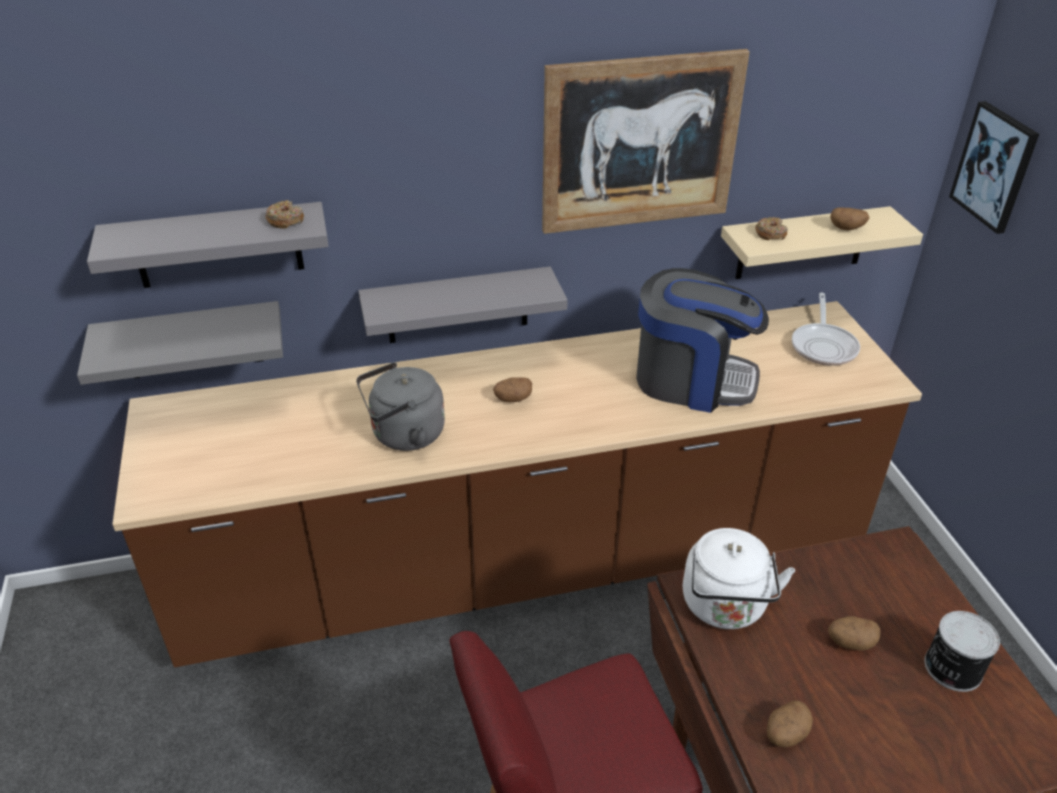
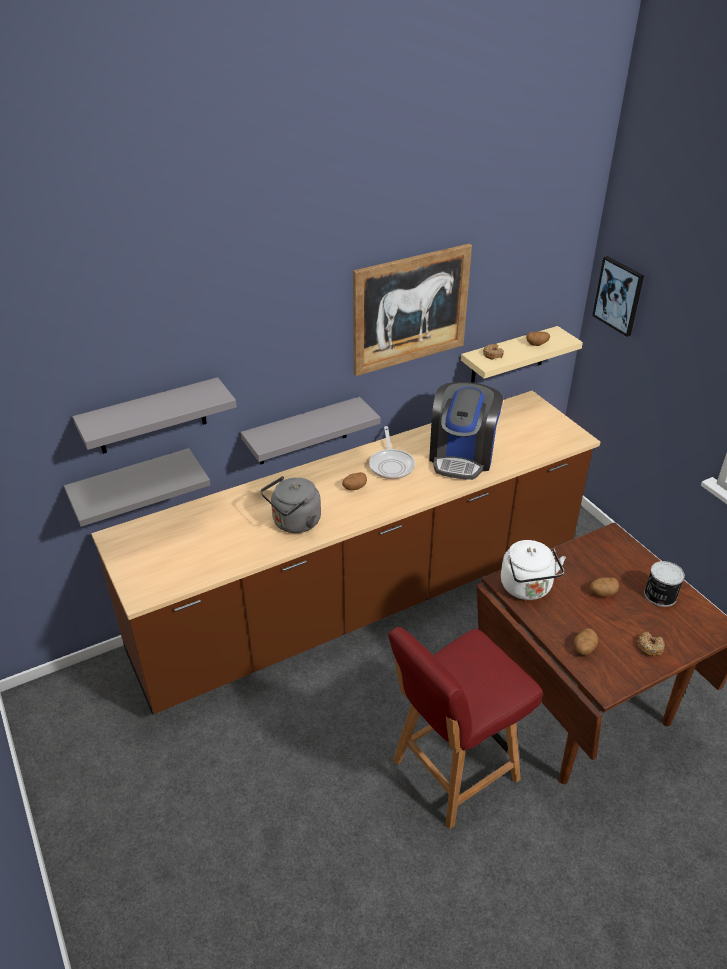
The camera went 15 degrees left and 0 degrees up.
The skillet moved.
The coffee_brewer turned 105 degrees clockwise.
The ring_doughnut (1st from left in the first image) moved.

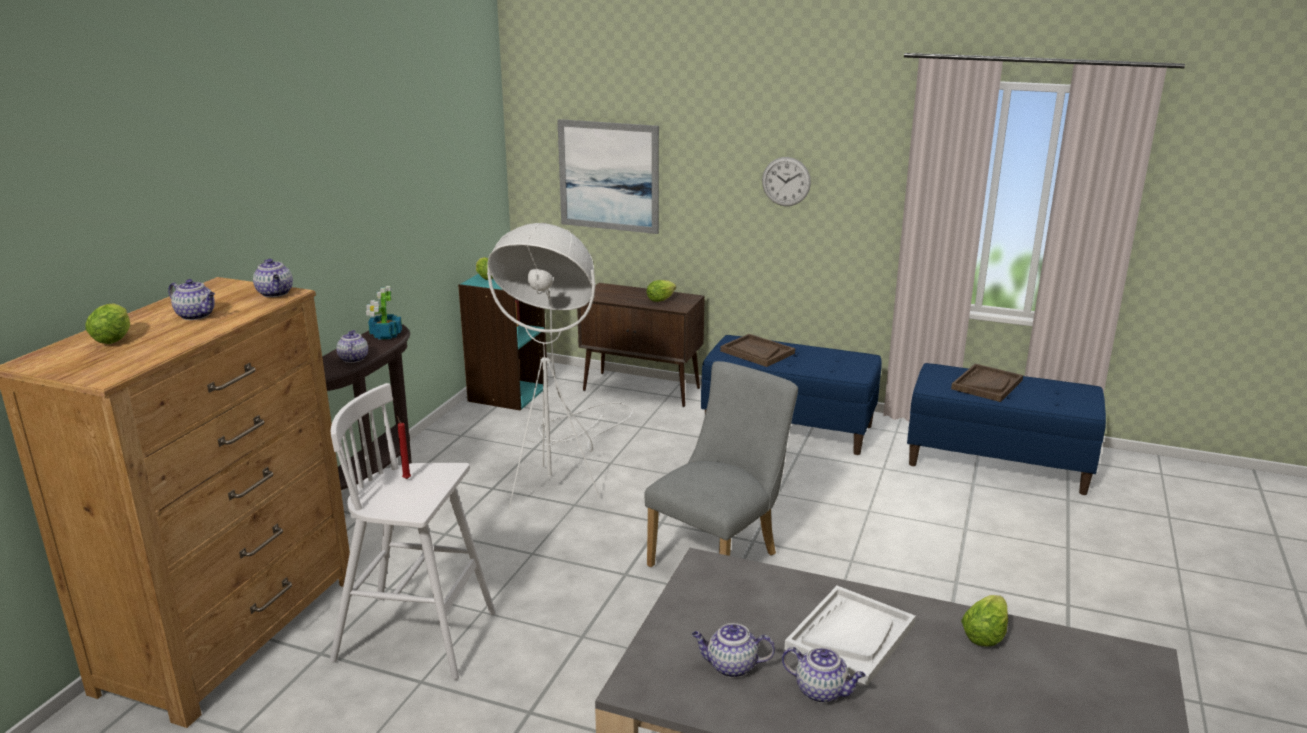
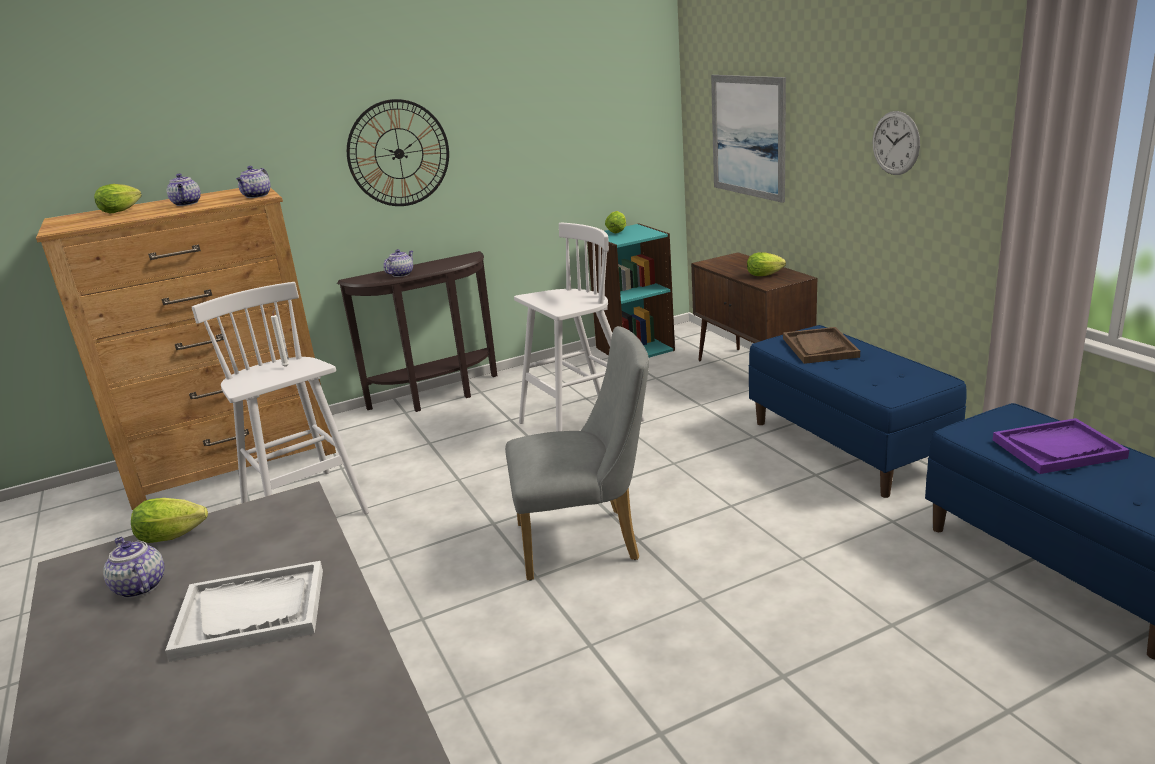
The camera went 45 degrees right and 0 degrees up.
The head_of_lettuce (4th from left in the first image) moved.
The red-coloured_wax_candle became the white_wax_candle.
The hanging_clock (1st from left) appeared.
The white_standard_lamp was replaced by the white_sitting_stool (2nd from left).
The brownish_serving_tray (2nd from left) became the purplish_serving_tray.
The houseplant disappeared.
The pot_for_tea (5th from left) disappeared.

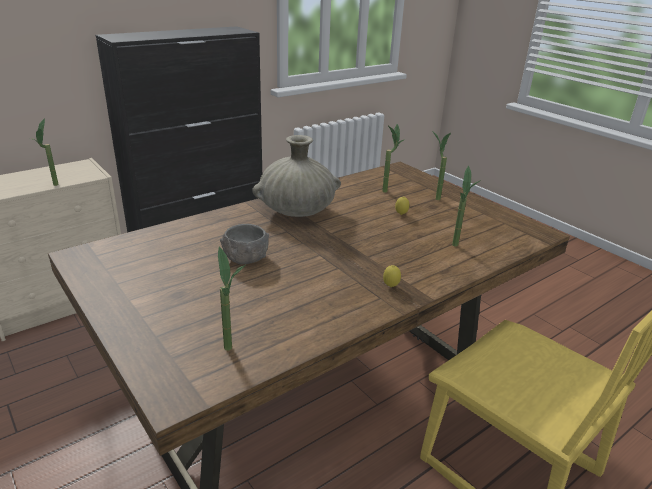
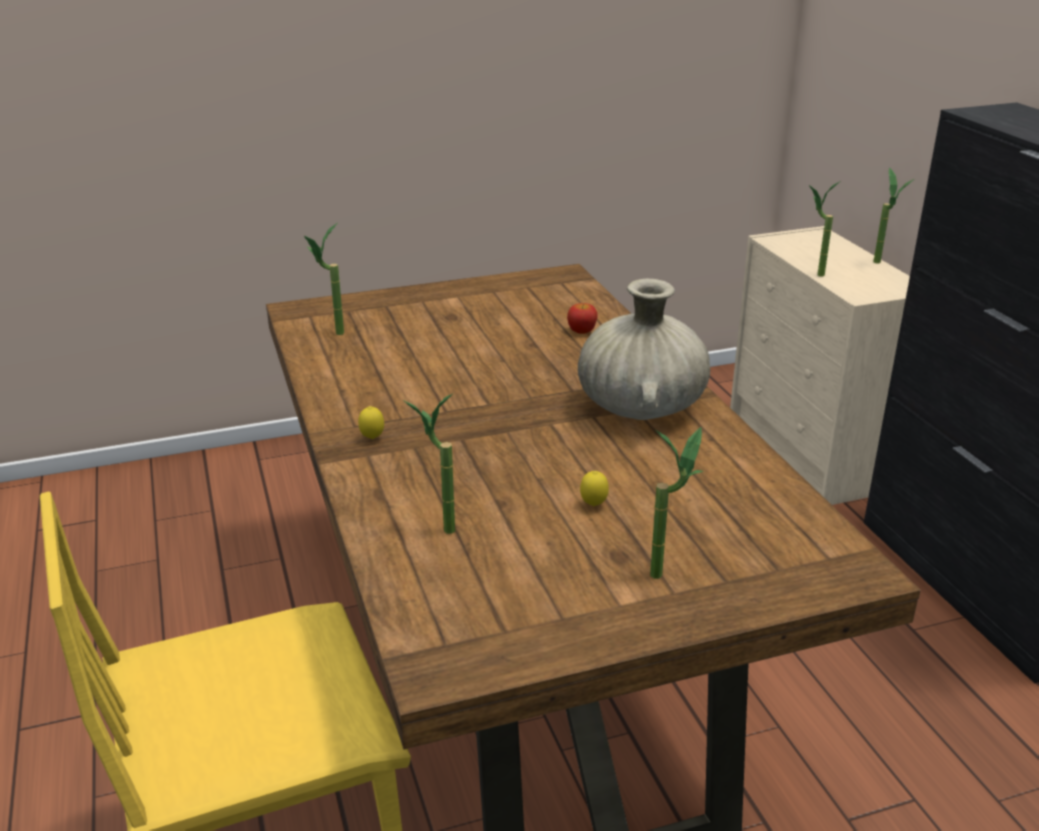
The camera went 110 degrees right and 0 degrees up.
The apple_fruit appeared.
The houseplant (3rd from left in the first image) moved.
The greyish_deep_dish disappeared.

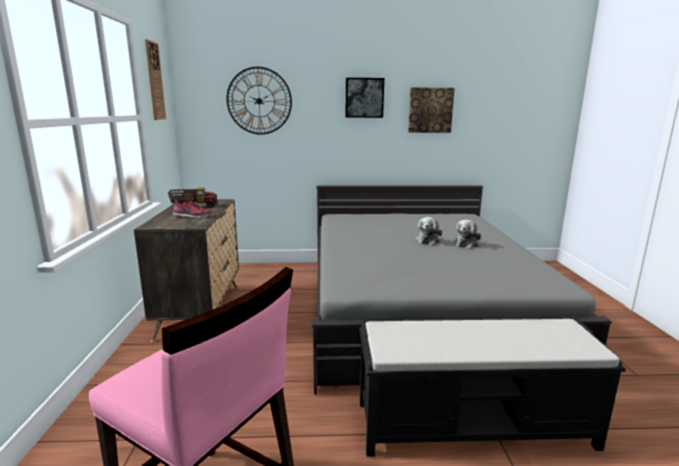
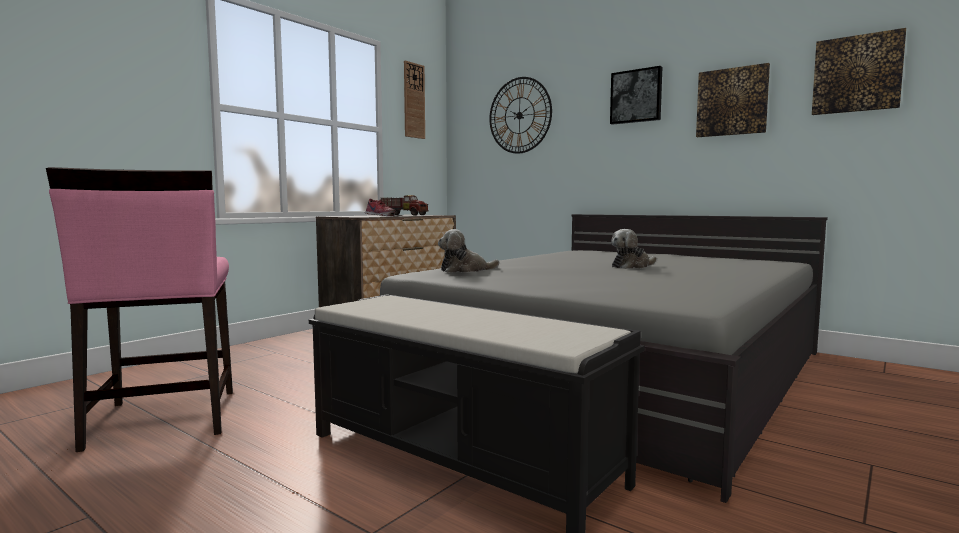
The camera went 40 degrees right and 10 degrees down.
The plush_toy (2nd from left in the first image) moved.
The wall_picture (3rd from left) appeared.

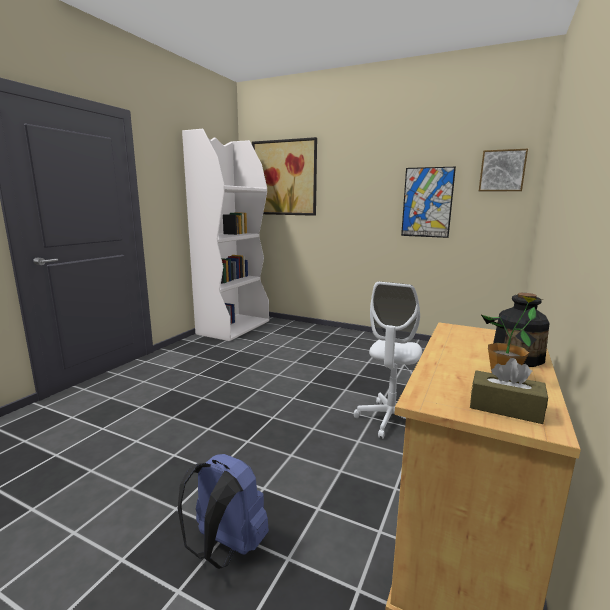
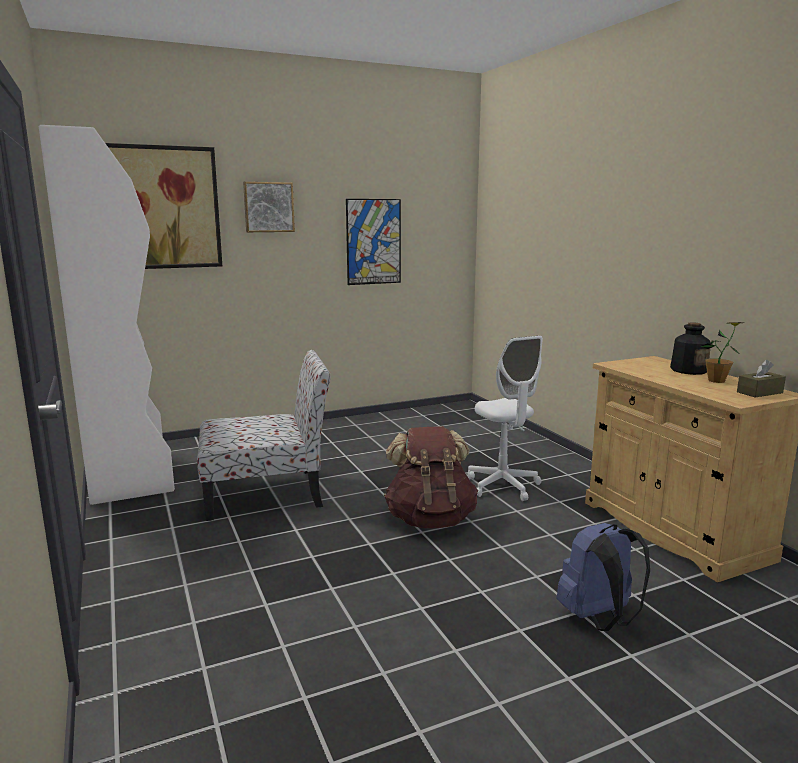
The camera went 50 degrees left and 0 degrees up.
The chair appeared.
The wall_picture (3rd from left in the first image) moved.
The brownish_knapsack appeared.

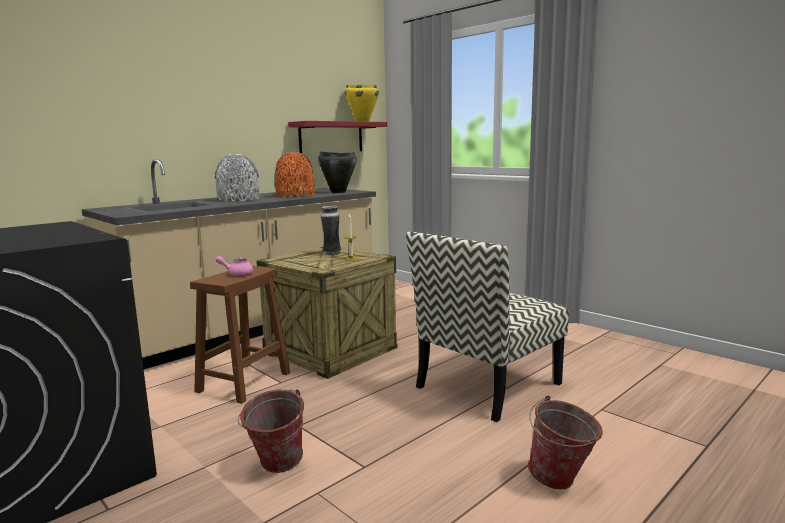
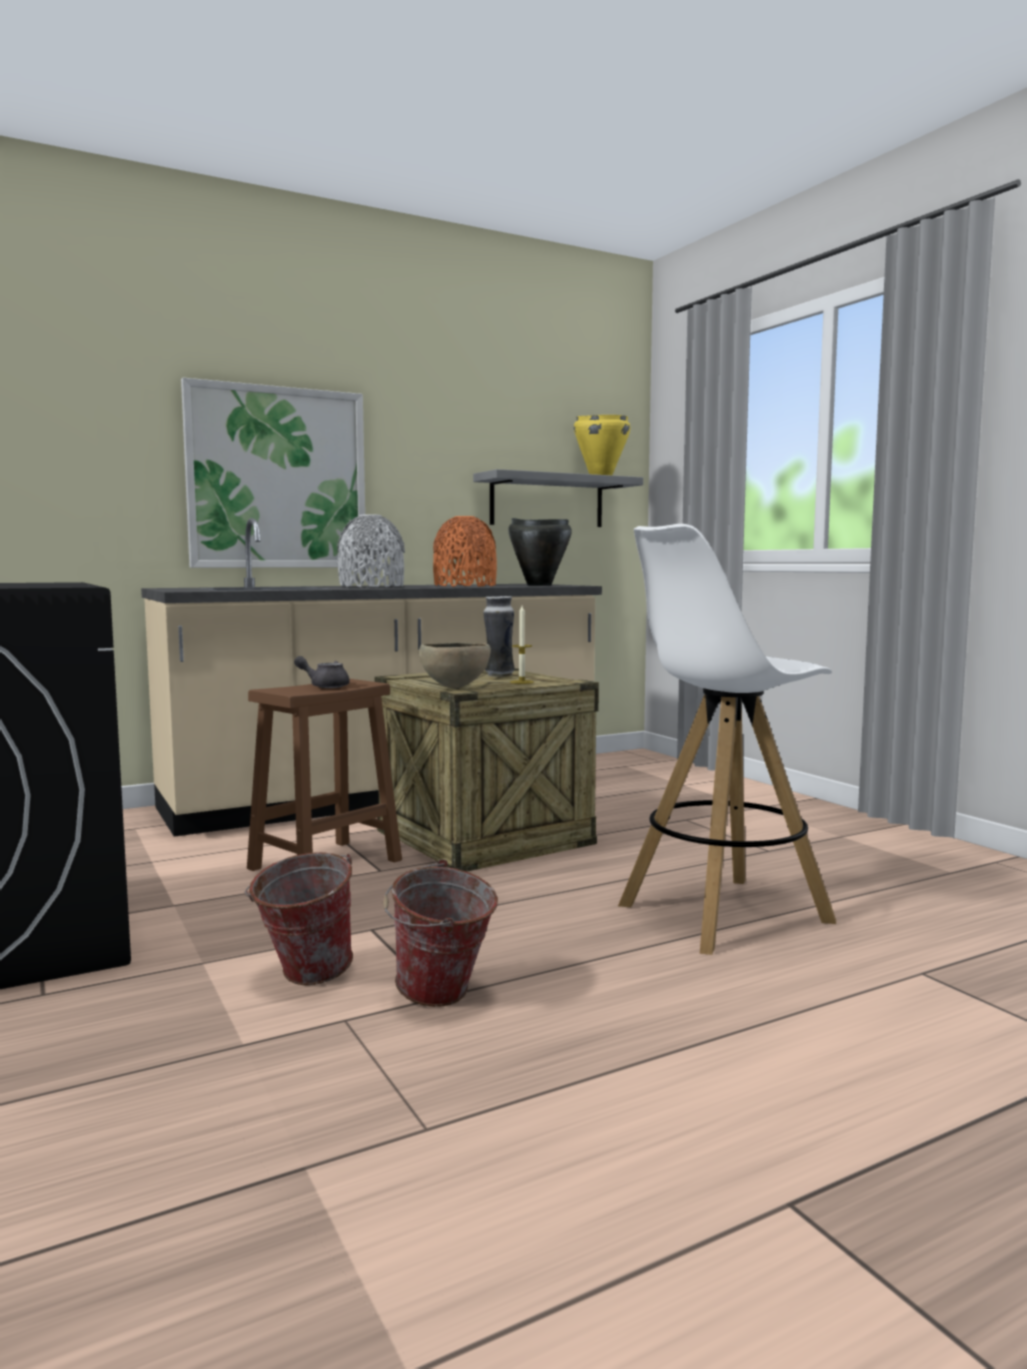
The camera went 15 degrees right and 5 degrees down.
The wall_picture appeared.
The pinkish_pot_for_tea became the greyish_pot_for_tea.
The bucket (2nd from left) moved.
The brownish_deep_dish appeared.
The red-coloured_bracket_shelf became the greyish_bracket_shelf.
The chair was replaced by the white_sitting_stool.

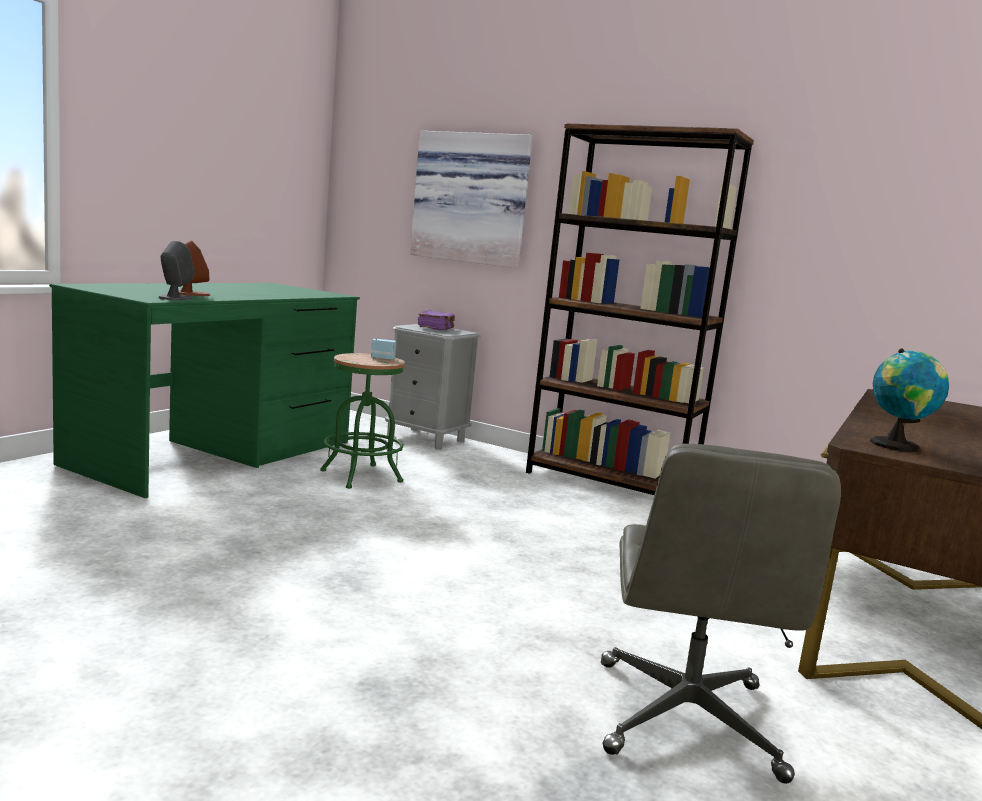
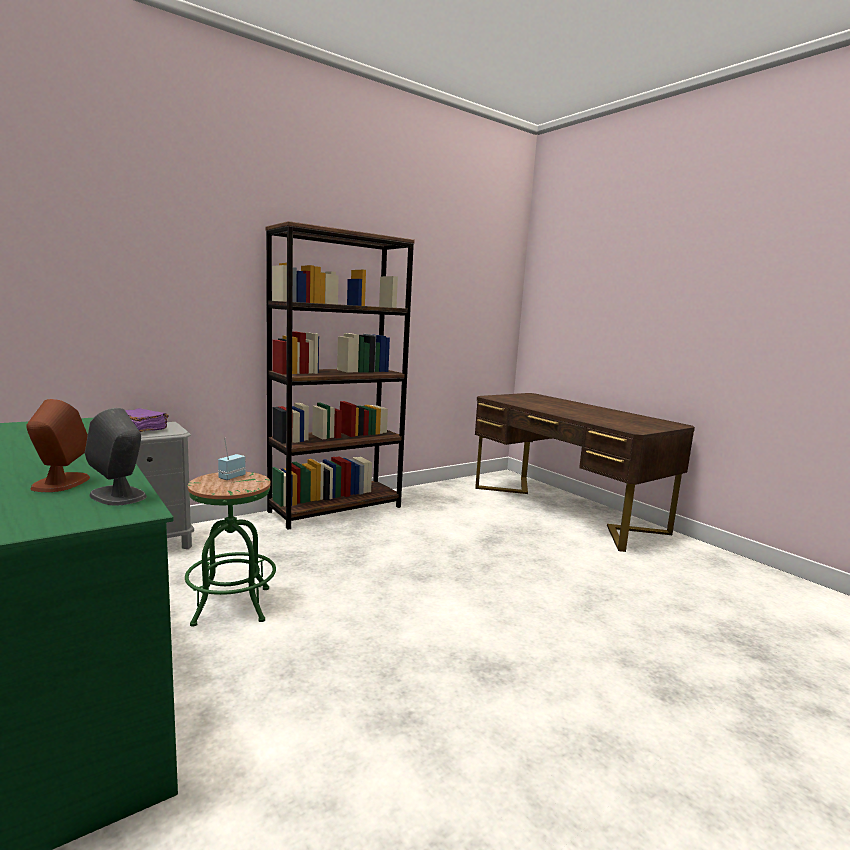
The camera went 65 degrees left and 0 degrees up.
The wall_picture disappeared.
The greyish_office_chair disappeared.
The desk_globe disappeared.

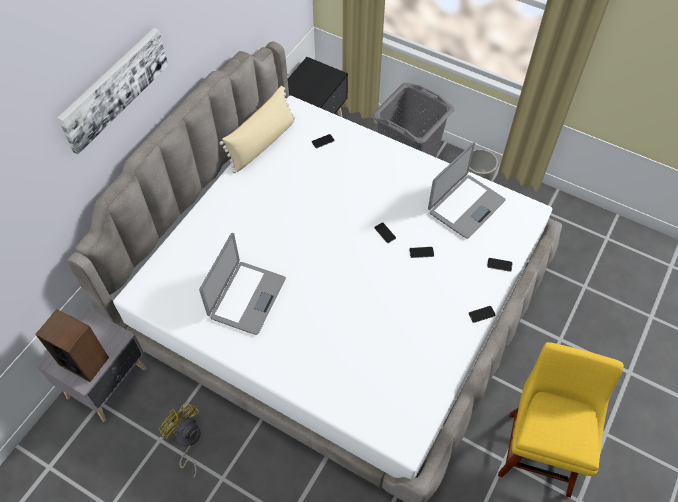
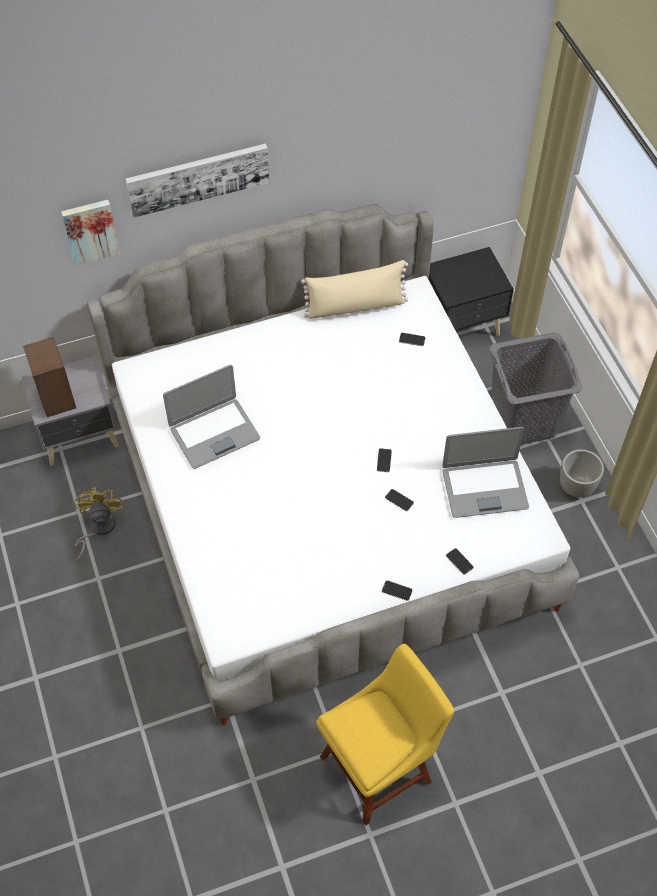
The camera went 40 degrees right and 0 degrees up.
The wall_picture (1st from left) appeared.

